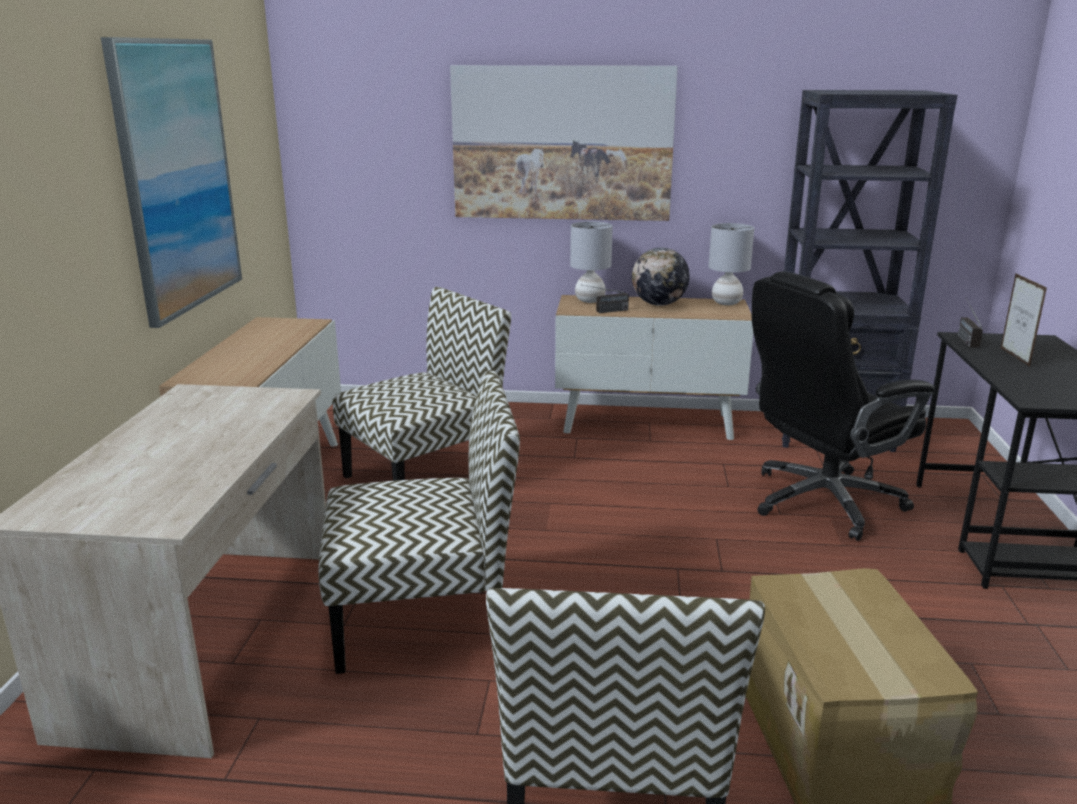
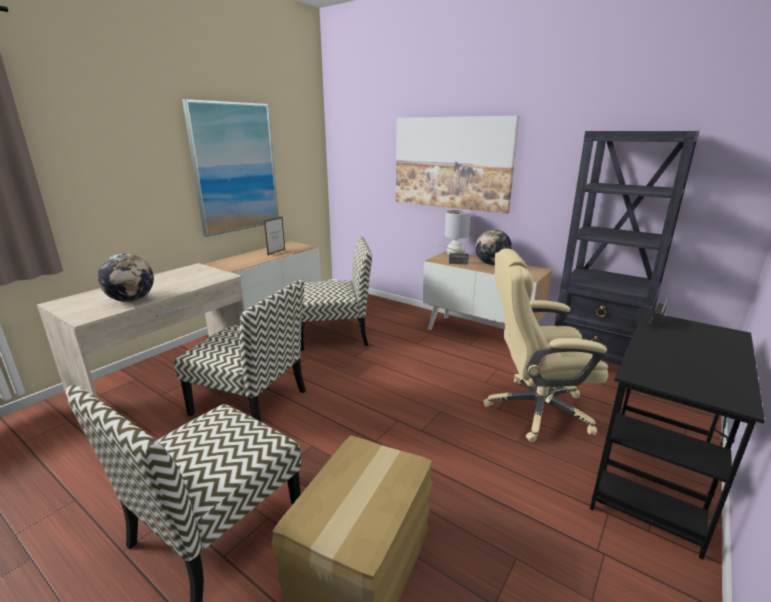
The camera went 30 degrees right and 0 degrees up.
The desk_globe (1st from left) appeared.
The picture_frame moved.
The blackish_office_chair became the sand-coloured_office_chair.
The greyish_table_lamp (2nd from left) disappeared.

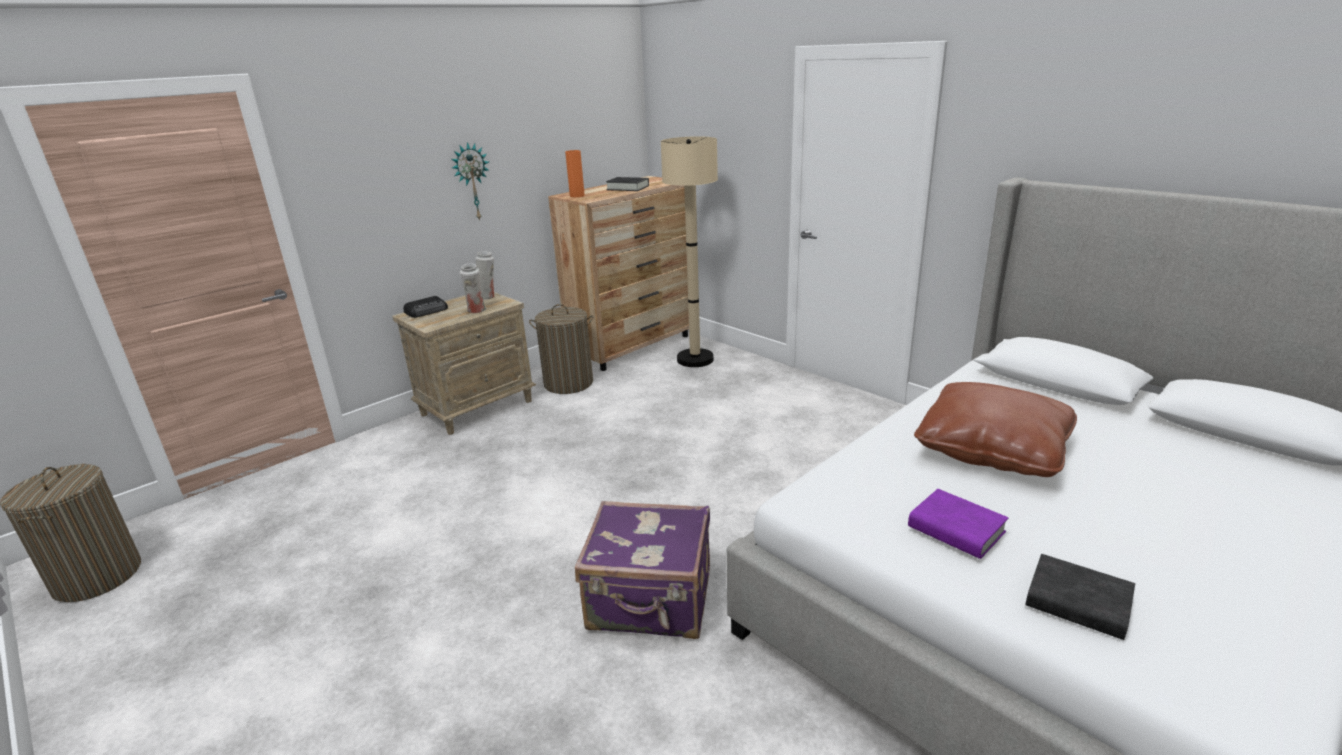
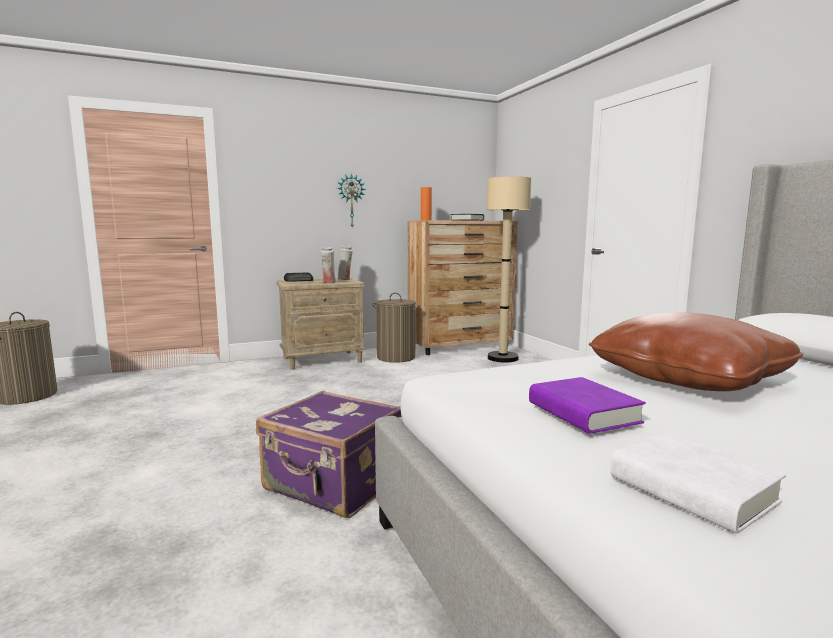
The camera went 20 degrees right and 15 degrees down.
The blackish_volume (2nd from left) became the white_volume.

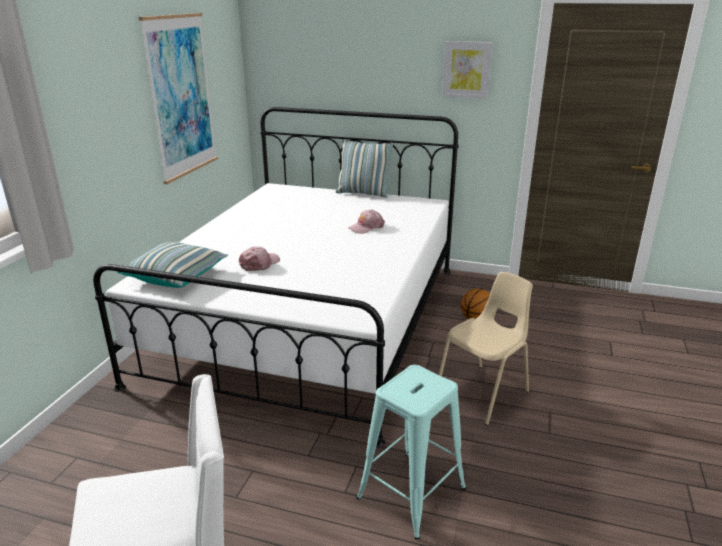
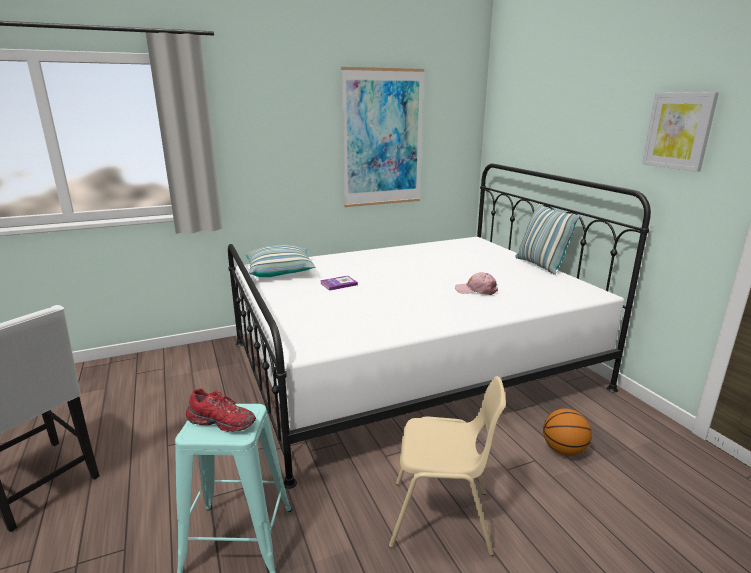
The camera went 50 degrees right and 5 degrees down.
The red-coloured_item_of_footwear appeared.
The pinkish_peaked_cap (1st from left) was replaced by the volume.

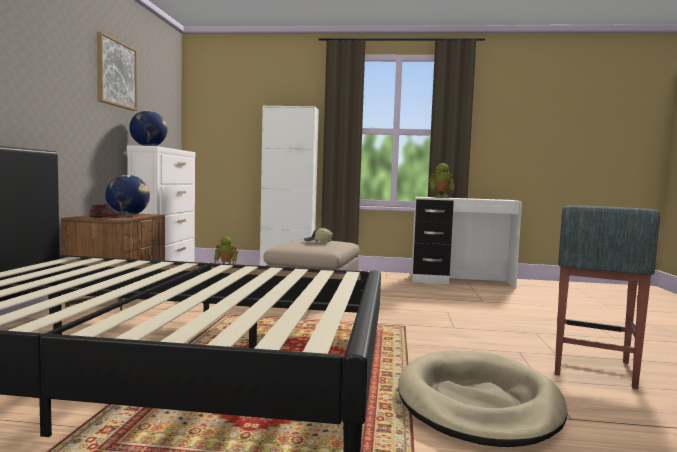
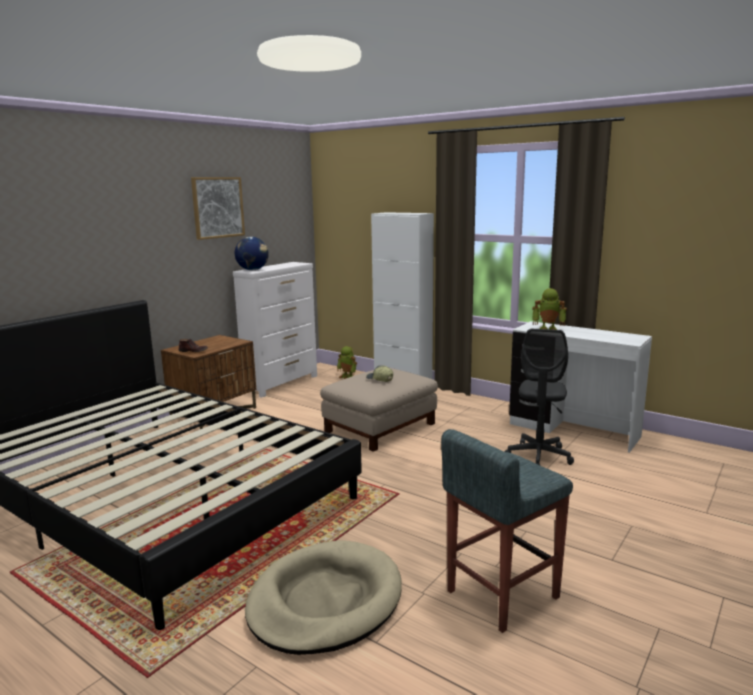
The camera went 30 degrees right and 10 degrees up.
The greyish_office_chair appeared.
The desk_globe (1st from left) disappeared.

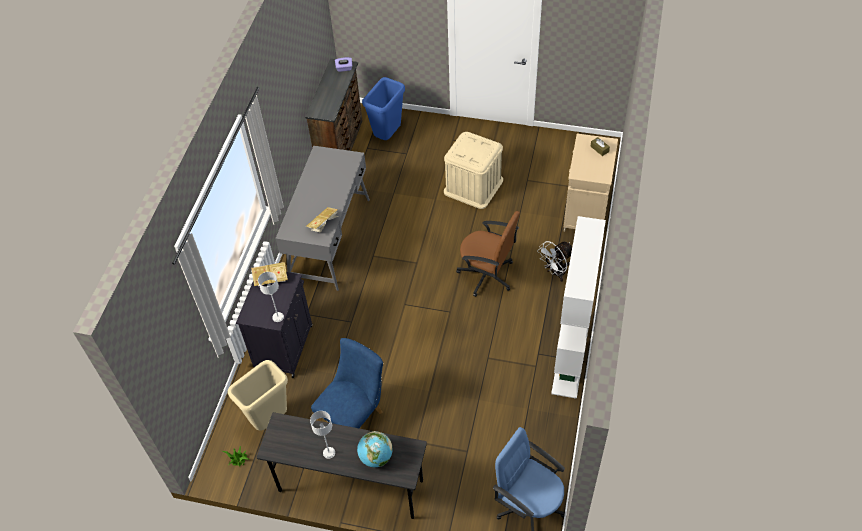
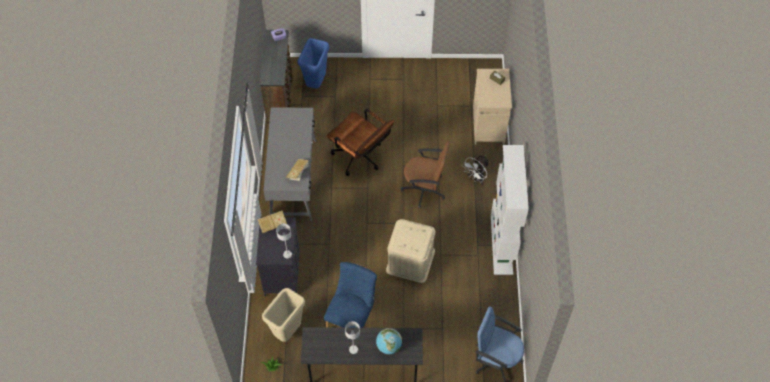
The camera went 15 degrees left and 5 degrees up.
The brownish_office_chair (1st from left) appeared.
The sand-coloured_storage_container moved.

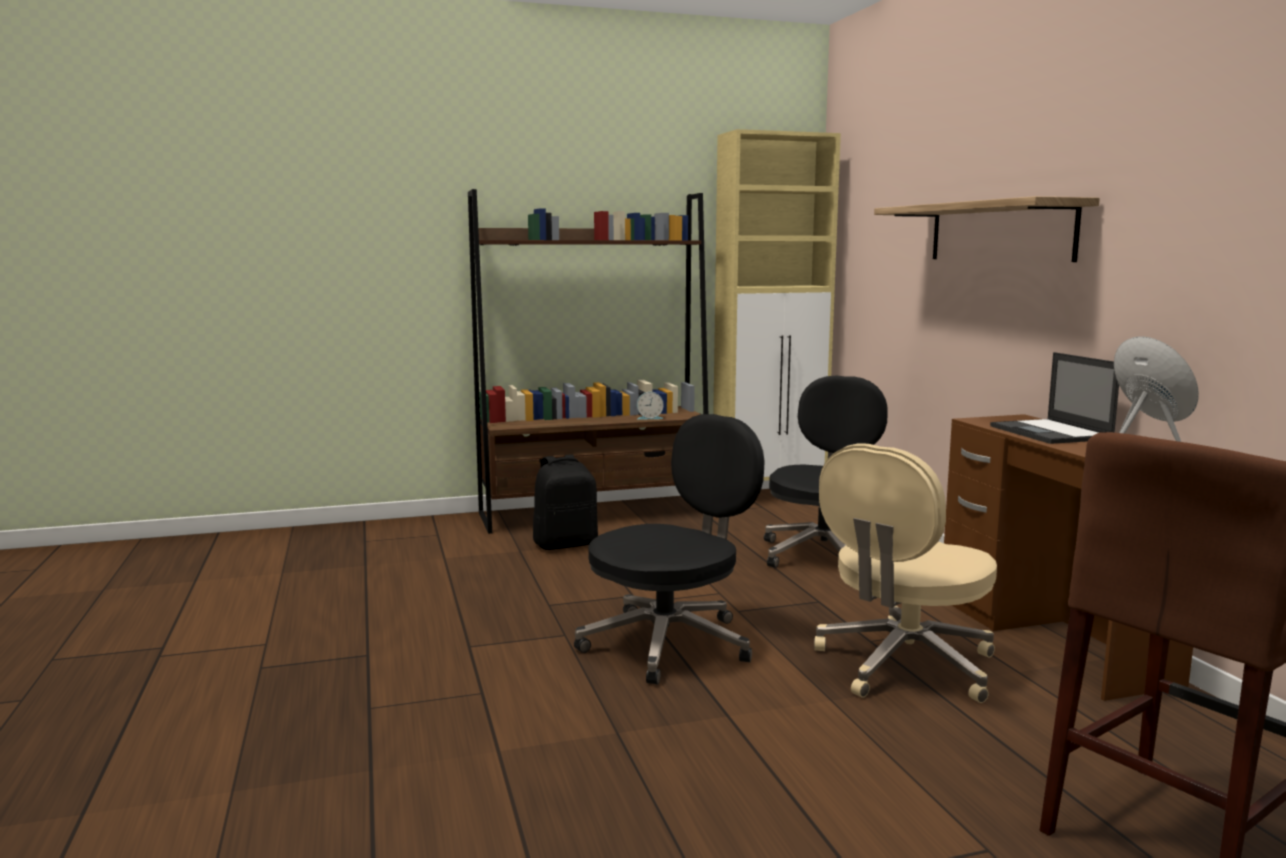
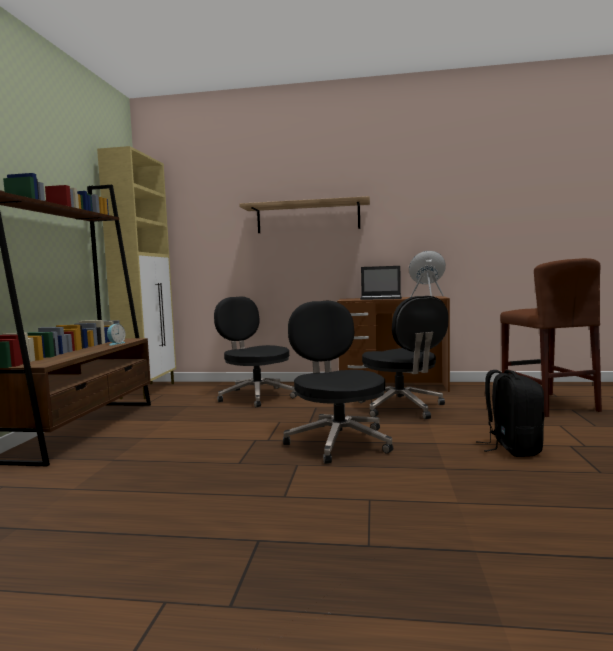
The camera went 65 degrees left and 5 degrees down.
The sand-coloured_office_chair became the blackish_office_chair (3rd from left).
The blackish_knapsack moved.

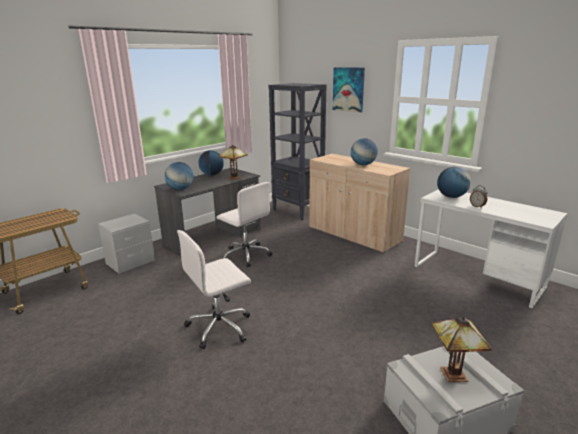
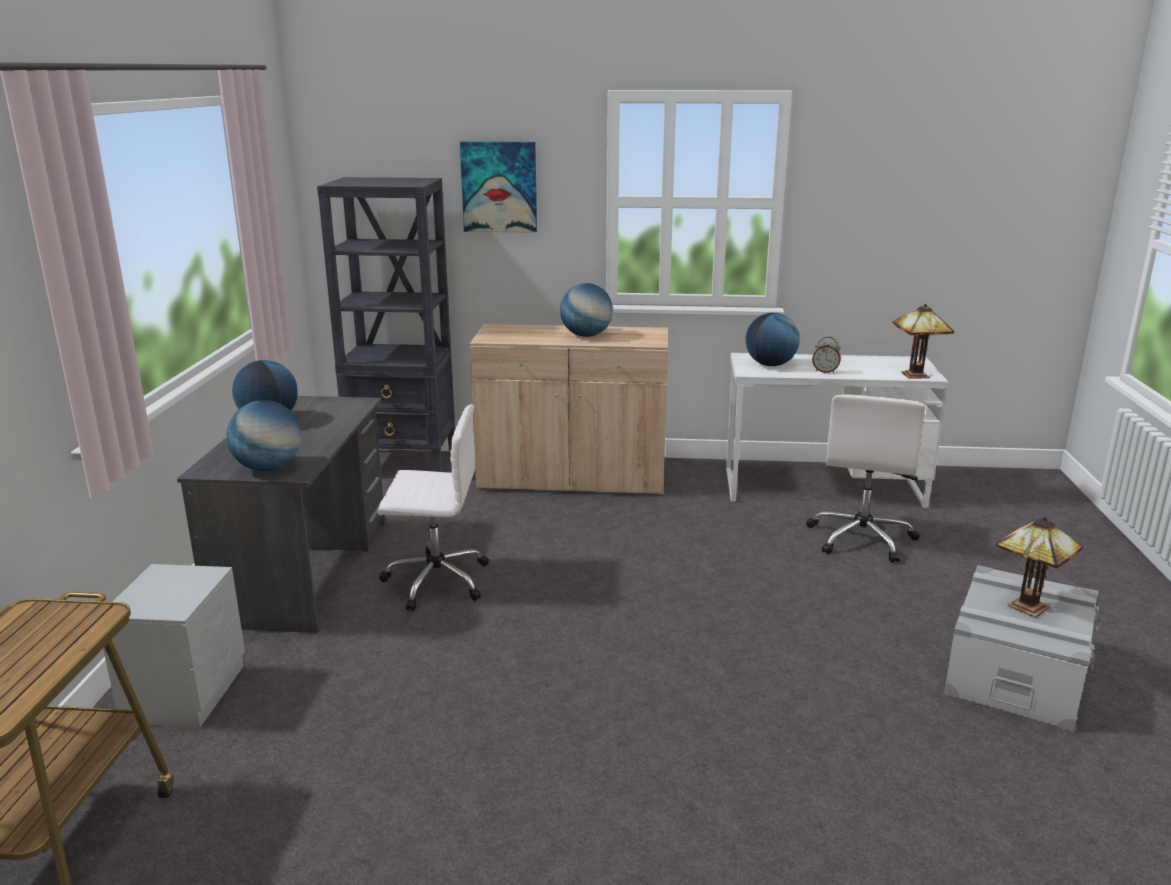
The camera went 40 degrees left and 0 degrees up.
The white_office_chair (1st from left in the first image) moved.
The table_lamp (1st from left) moved.

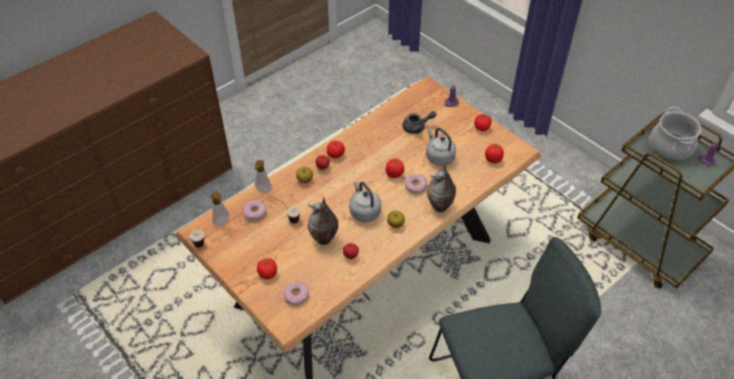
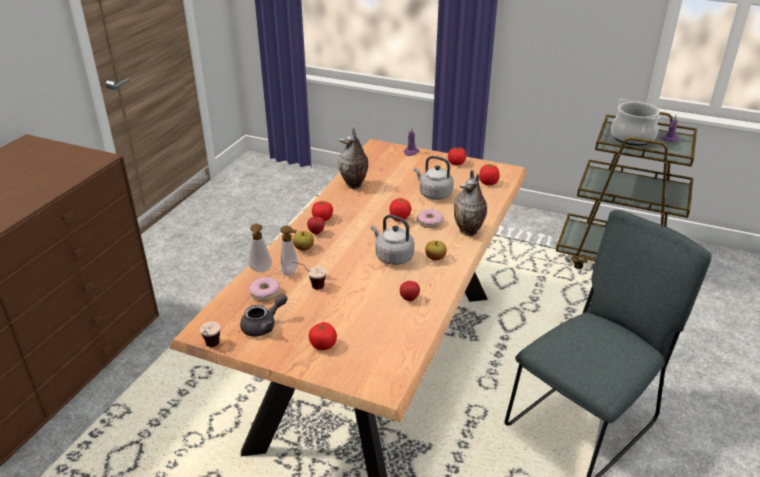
The camera went 25 degrees left and 15 degrees down.
The greyish_pot_for_tea moved.
The liquid_soap_bottle (1st from left in the first image) moved.
The flower_vase (1st from left) moved.
The ring_doughnut (2nd from left) disappeared.

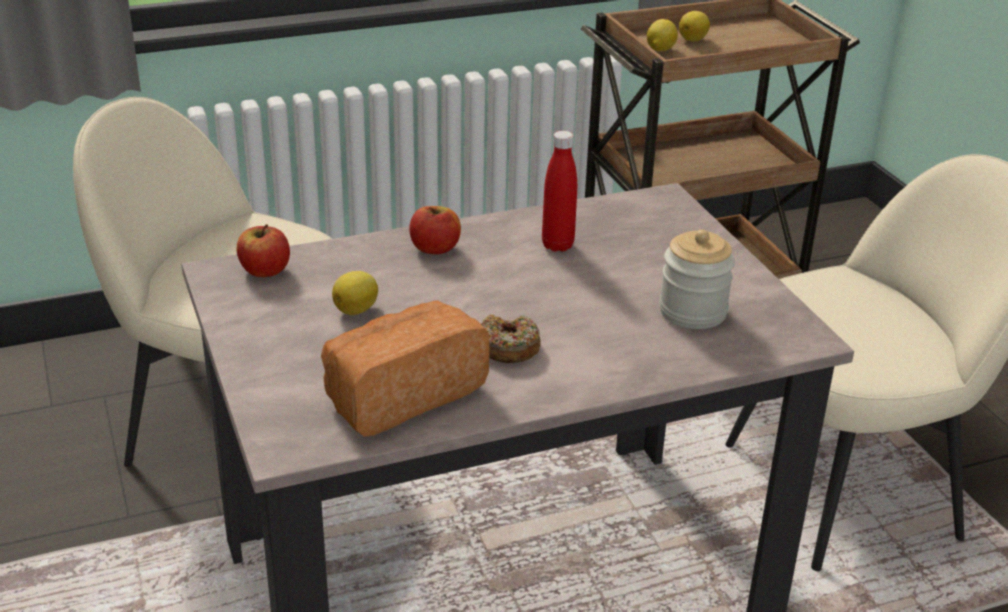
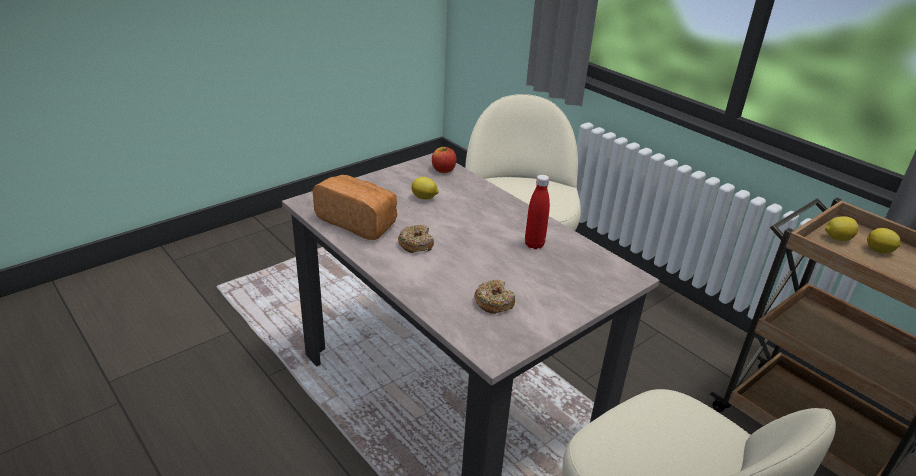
The camera went 70 degrees right and 0 degrees up.
The preserve_jar was replaced by the ring_doughnut (2nd from left).
The apple_fruit (2nd from left) disappeared.

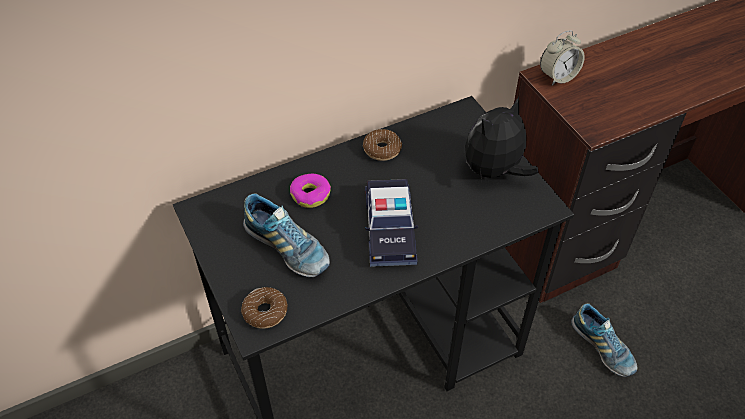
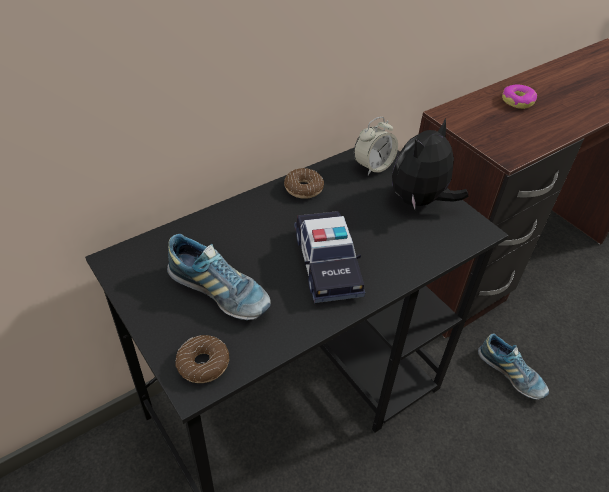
The camera went 10 degrees left and 5 degrees down.
The bedside_clock moved.
The ring_doughnut (2nd from left in the first image) moved.

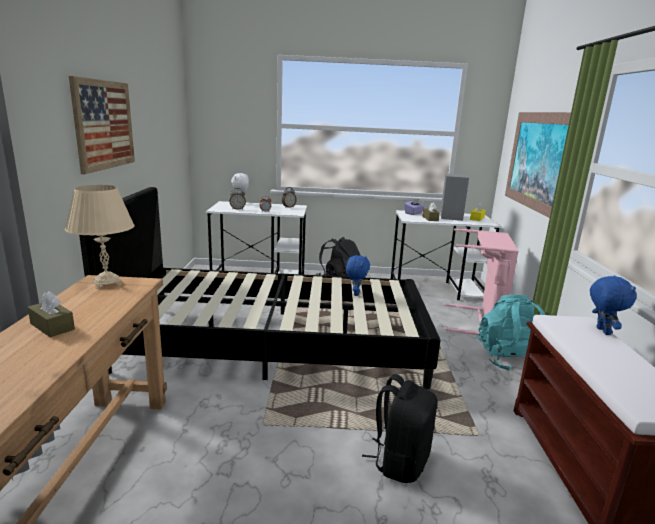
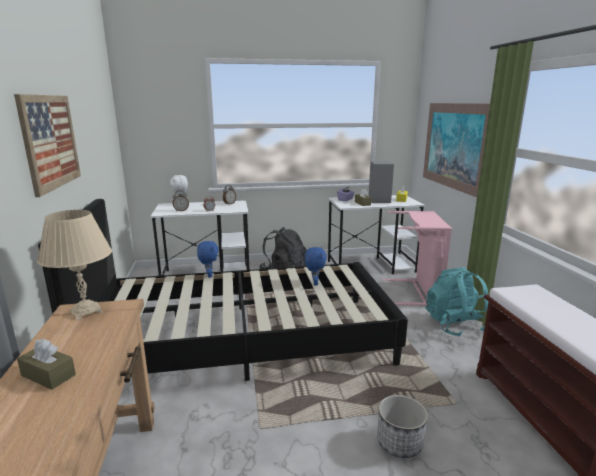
The camera went 10 degrees left and 0 degrees up.
The blue_plush_toy (2nd from left in the first image) moved.
The blackish_knapsack (2nd from left) was replaced by the planter.

